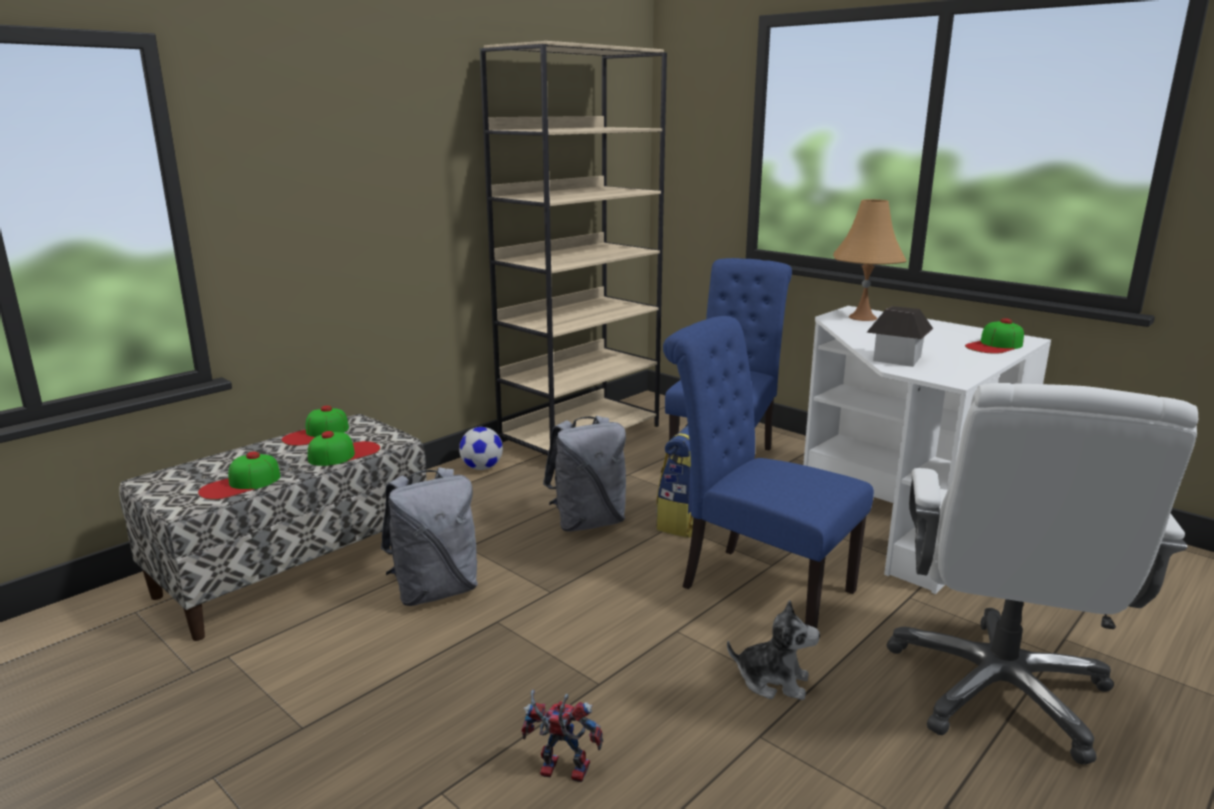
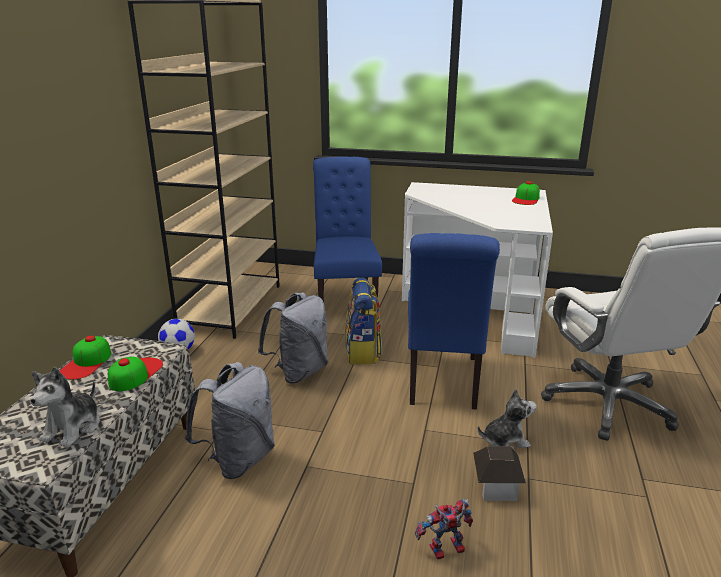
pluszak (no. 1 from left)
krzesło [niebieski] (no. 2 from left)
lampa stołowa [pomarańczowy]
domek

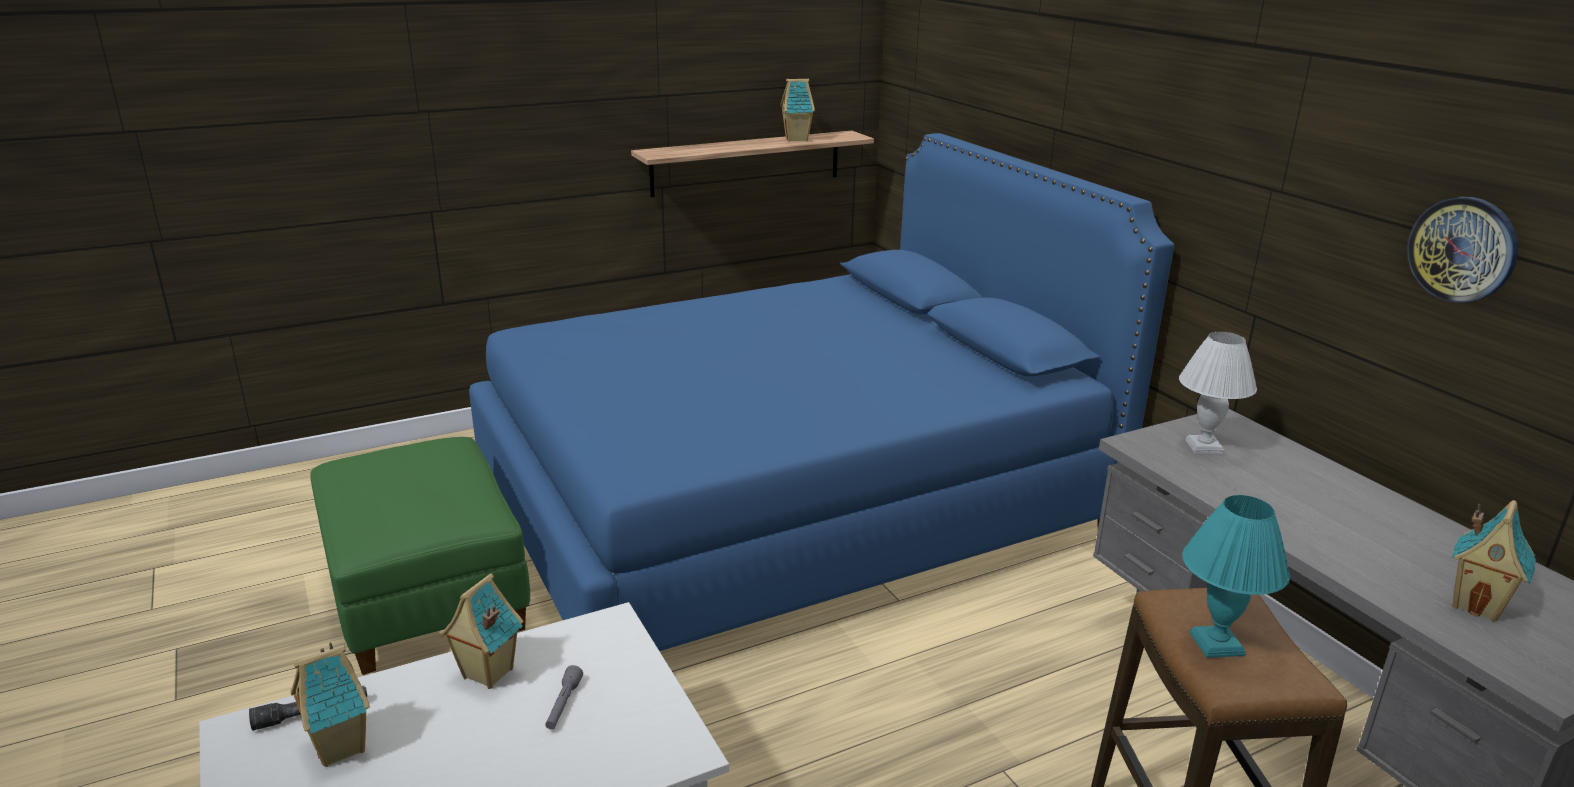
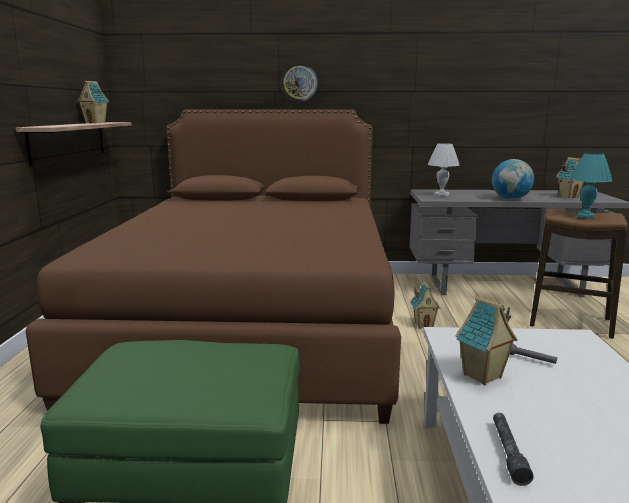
domek (no. 2 from left)
łóżko [brązowy]
zegar ścienny
globus

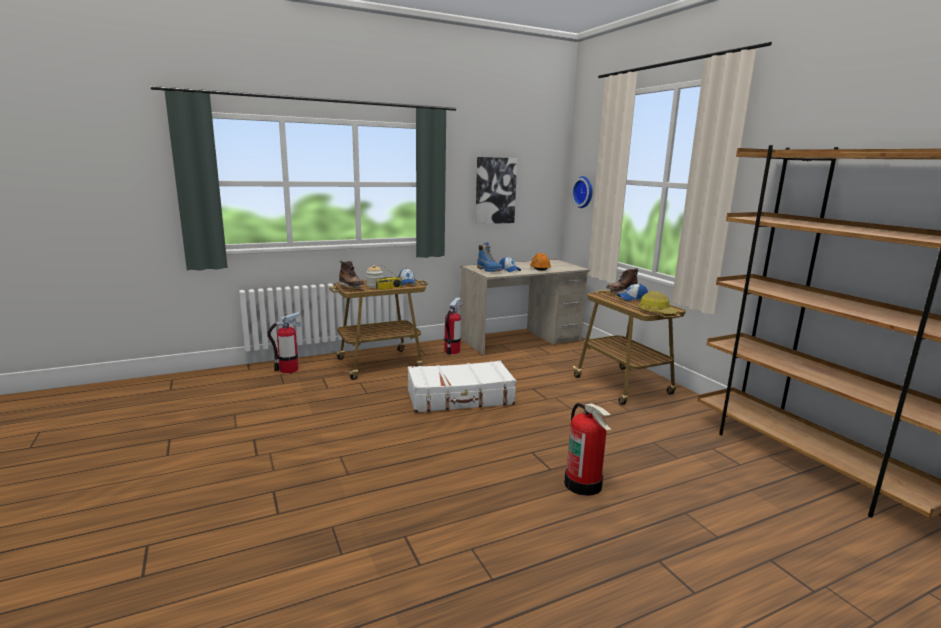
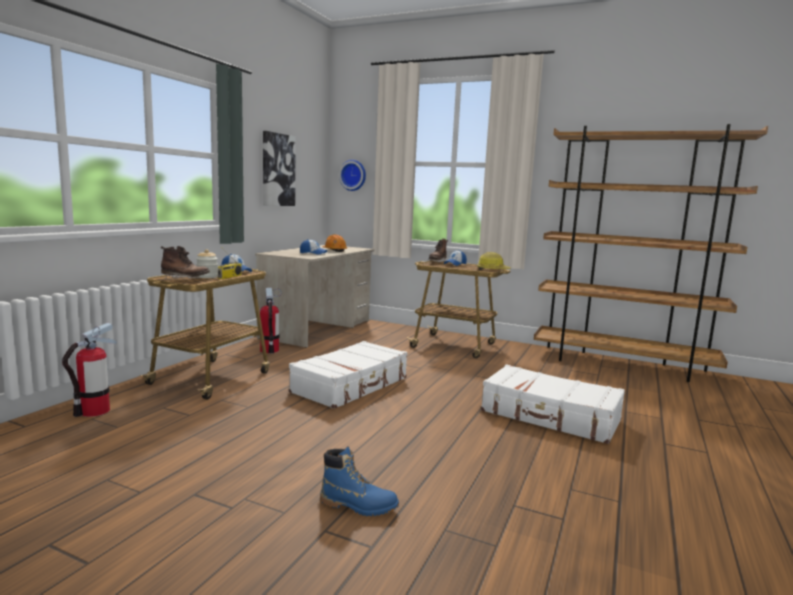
but z cholewką [niebieski]
walizka [biały] (no. 2 from left)

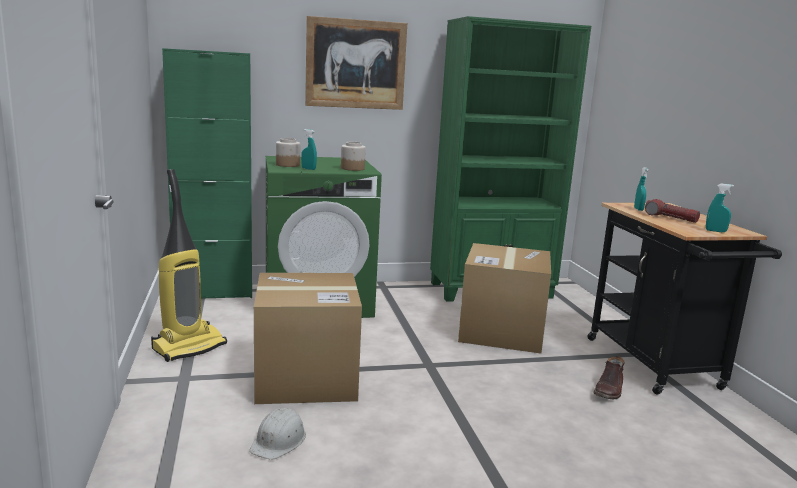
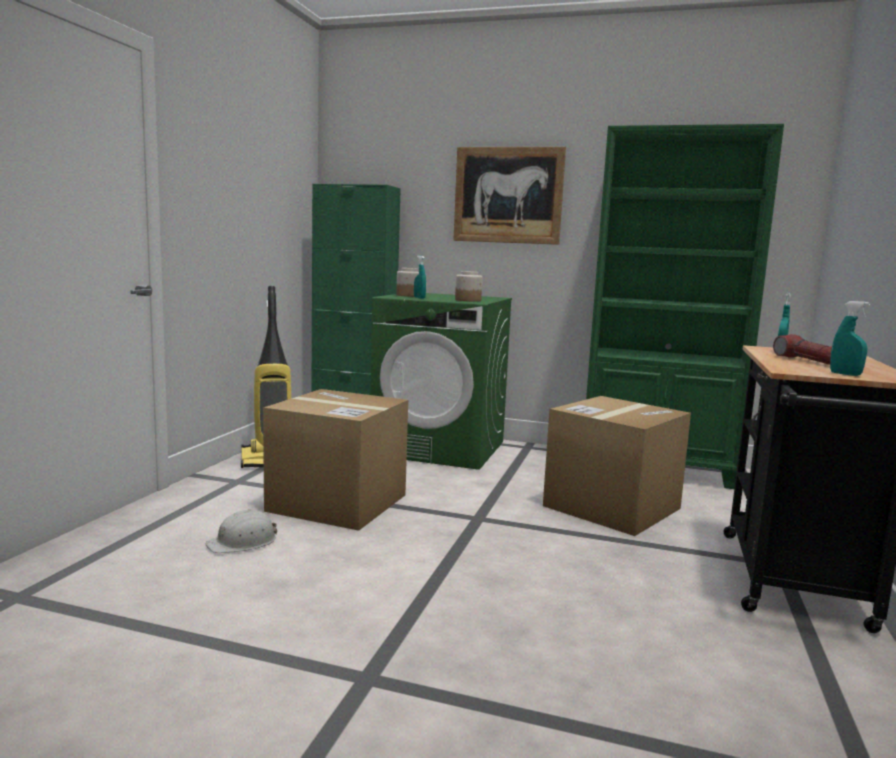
but z cholewką [brązowy]

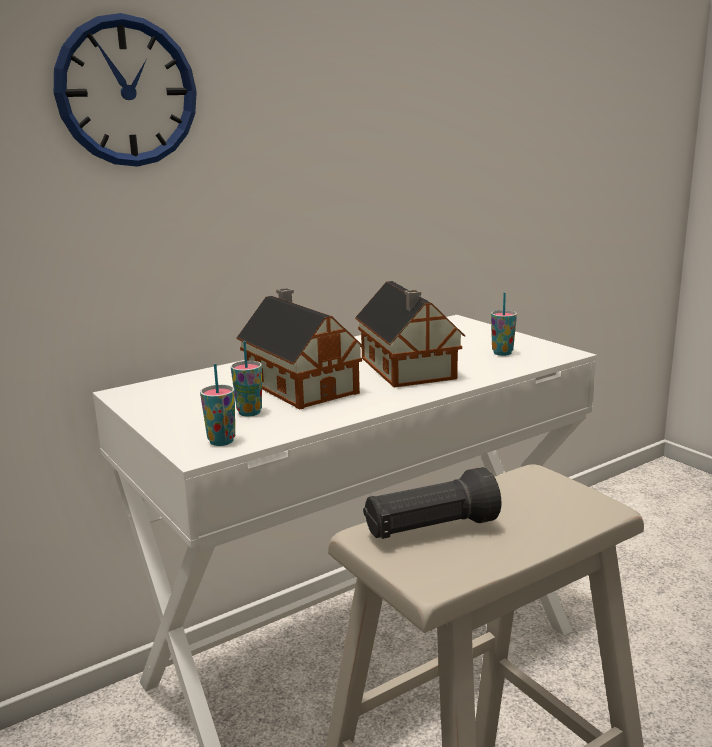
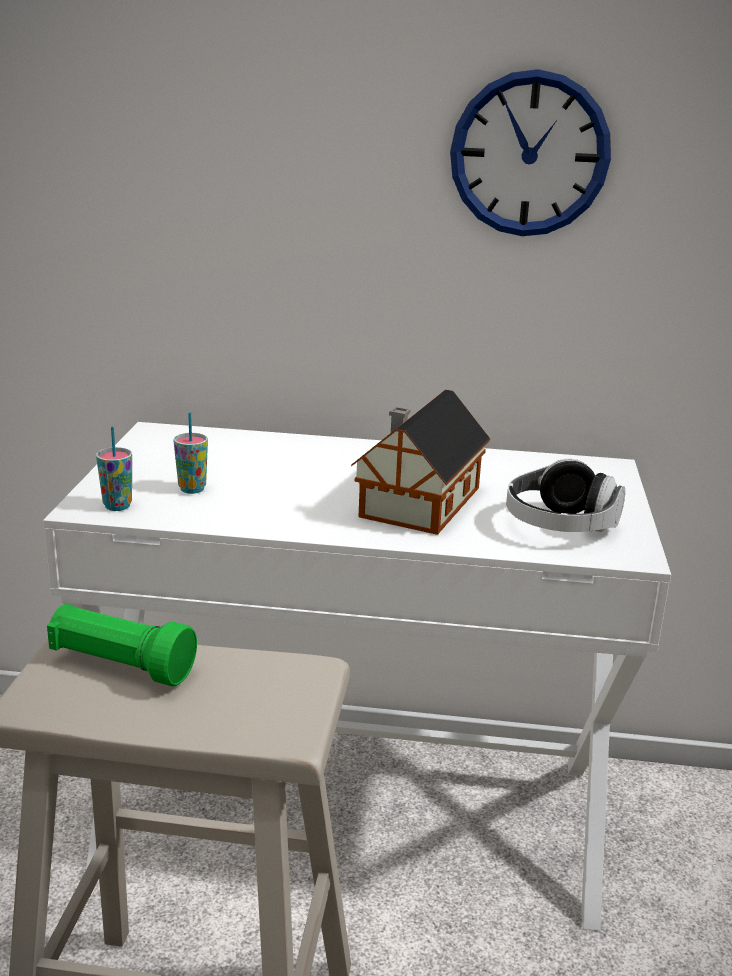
zegar ścienny
domek (no. 1 from left in the first image)
latarka [zielony]
słuchawki

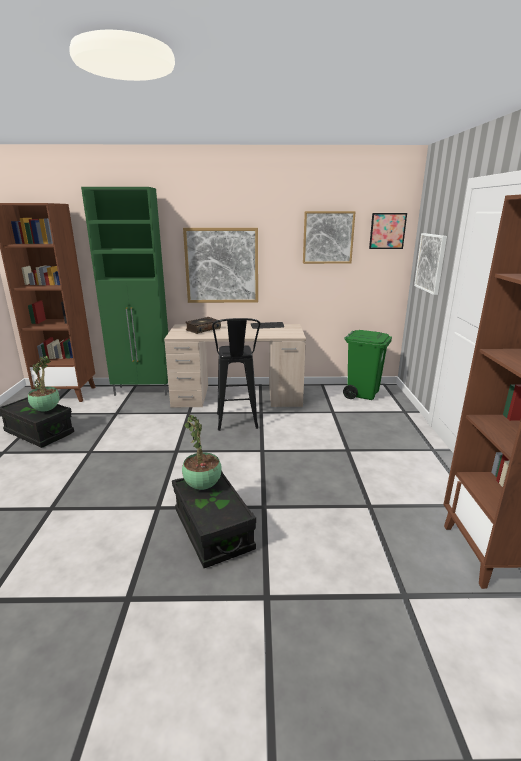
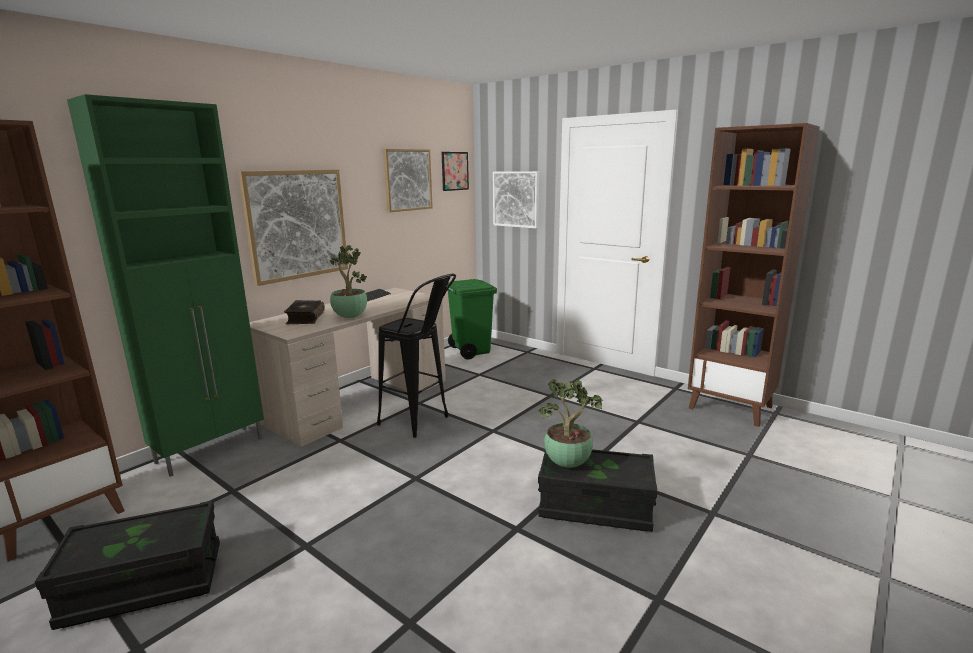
roślina doniczkowa (no. 1 from left)

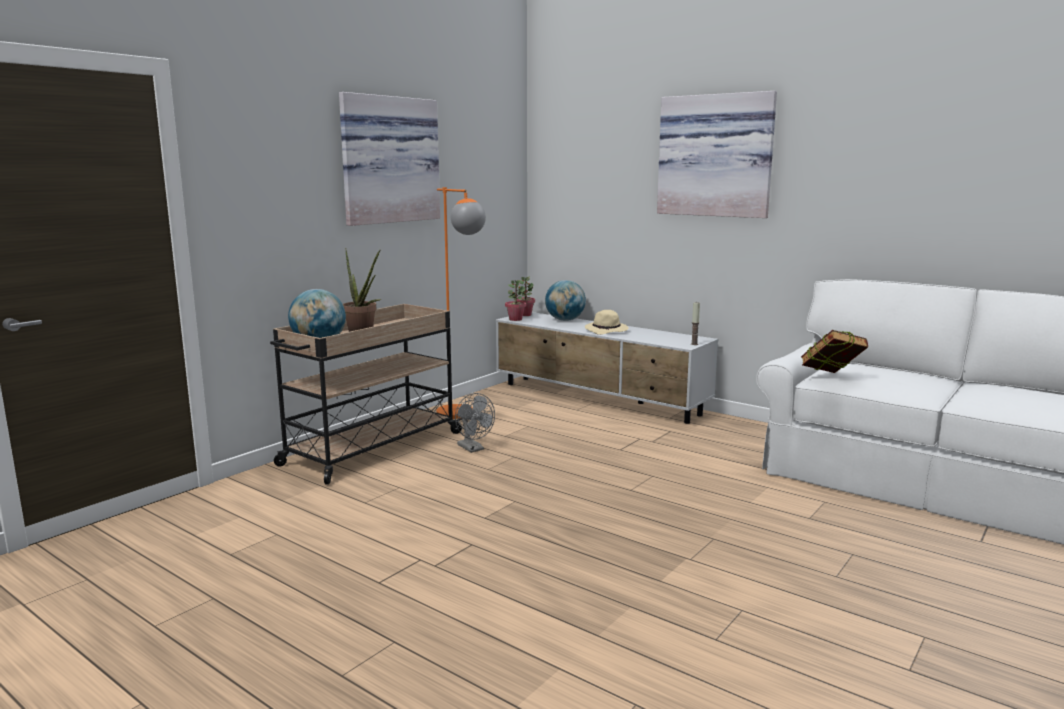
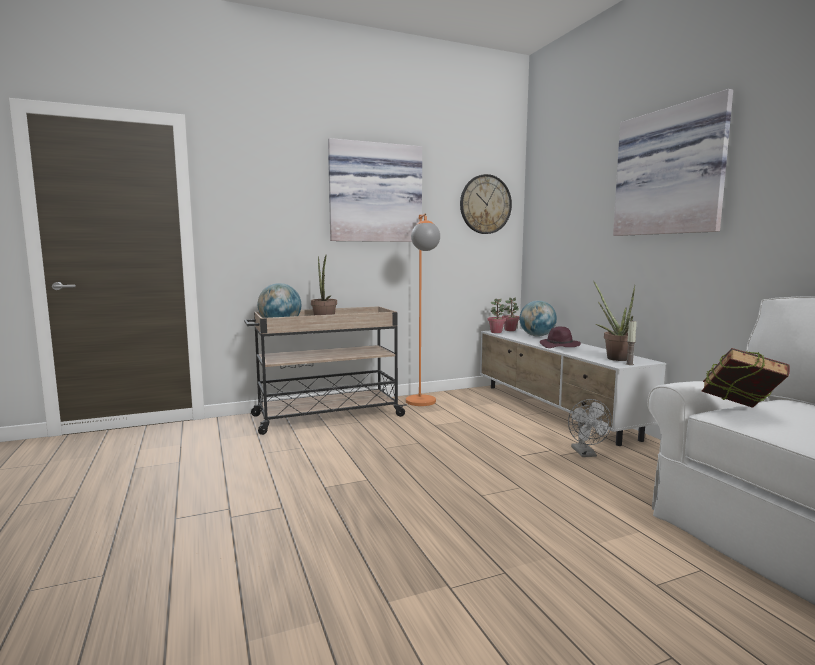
wentylator [szary]
kapelusz [fioletowy]
zegar ścienny
roślina doniczkowa (no. 4 from left)

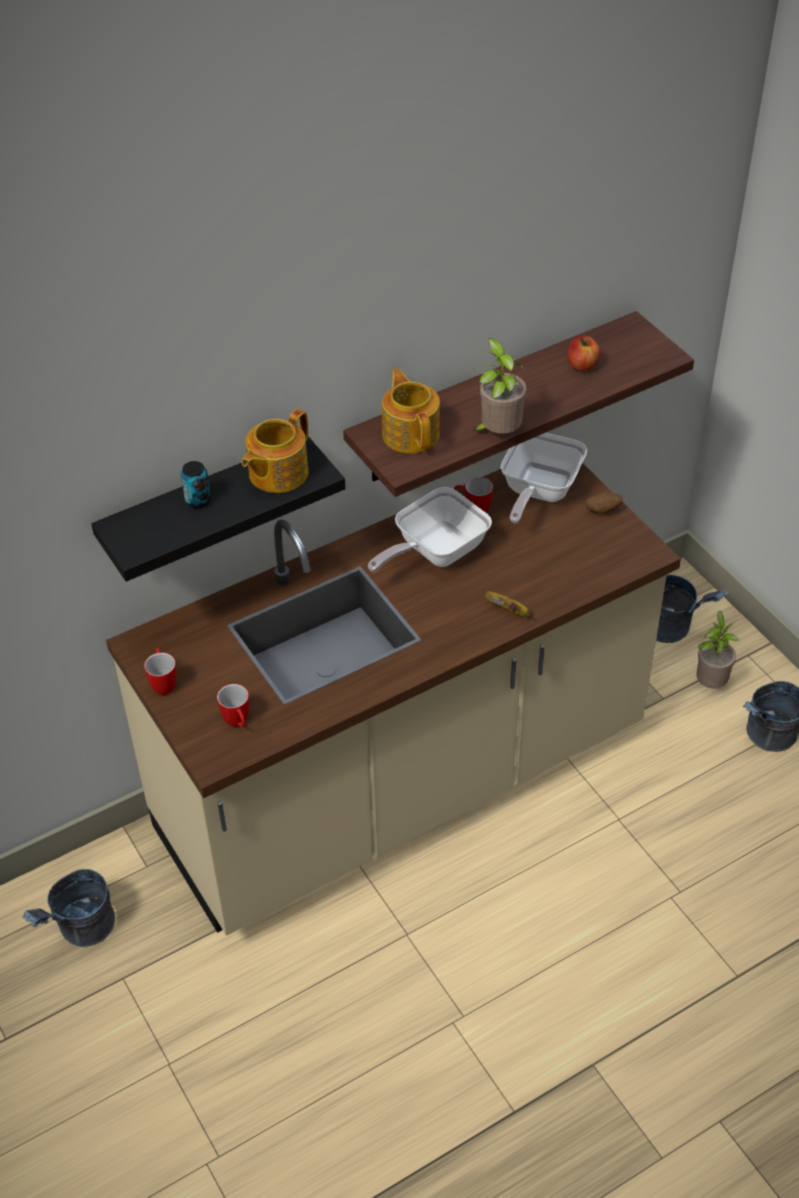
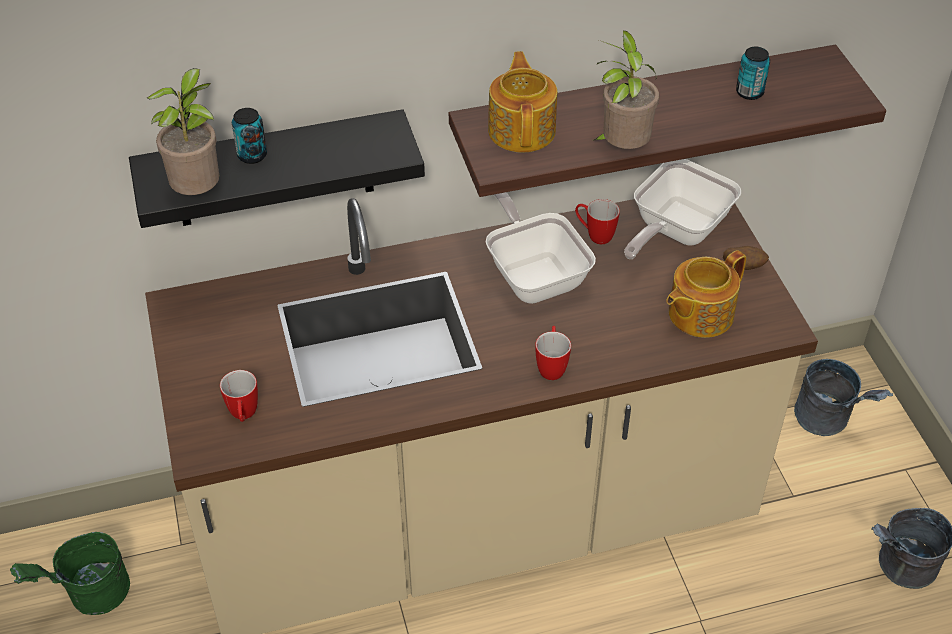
wiadro [zielony]
kubek (no. 2 from left)
imbryk (no. 2 from left)
patelnia (no. 1 from left)
banan
puszka (no. 2 from left)
roślina doniczkowa (no. 1 from left)

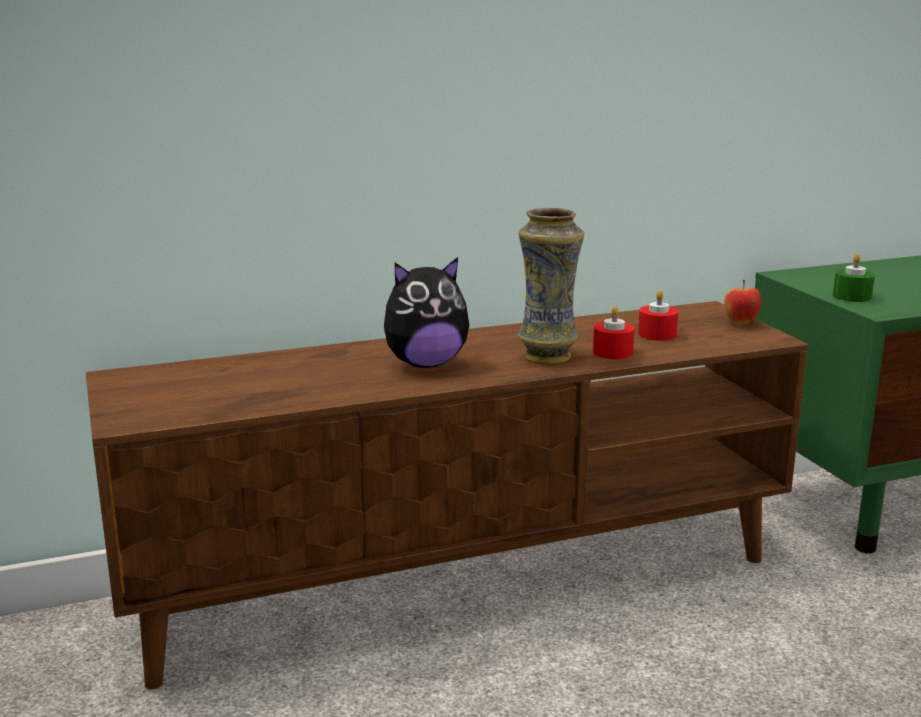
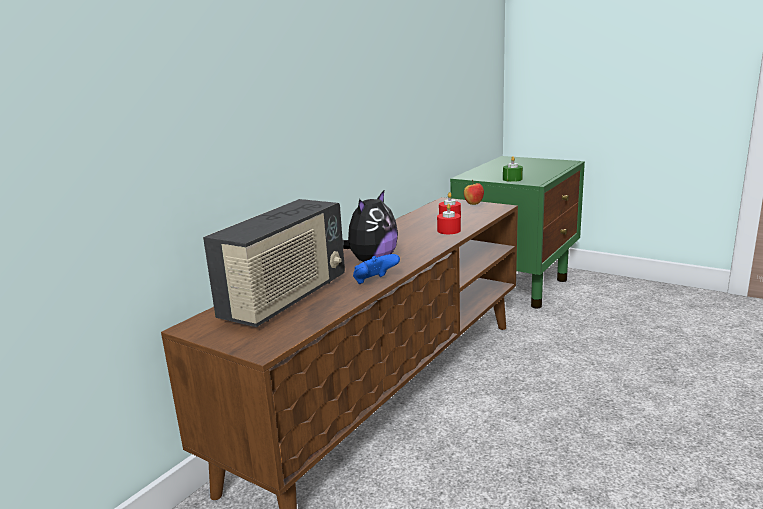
wazon
radio
pad do gier [niebieski]

